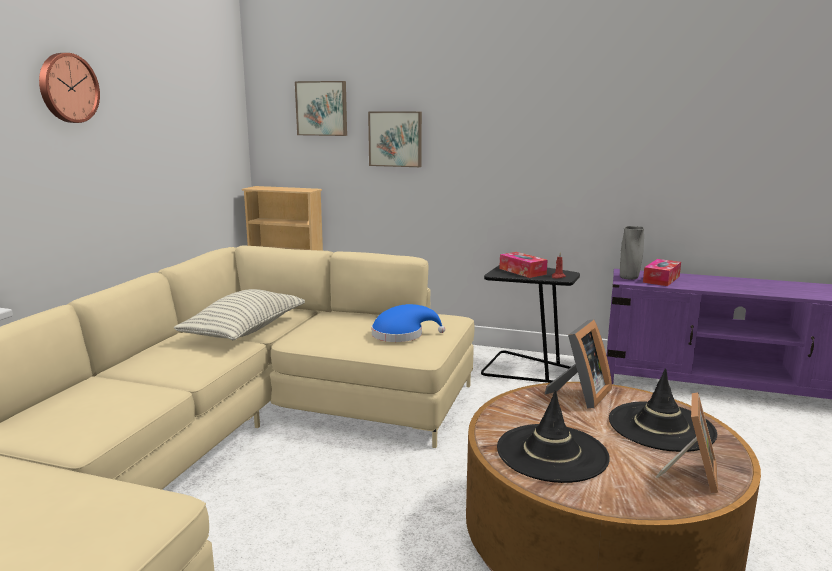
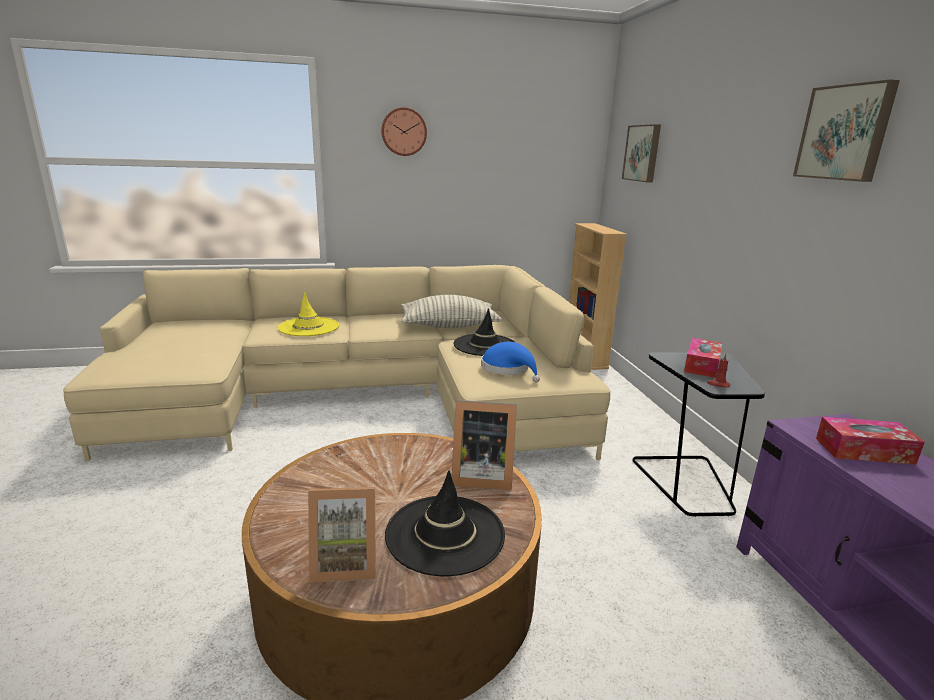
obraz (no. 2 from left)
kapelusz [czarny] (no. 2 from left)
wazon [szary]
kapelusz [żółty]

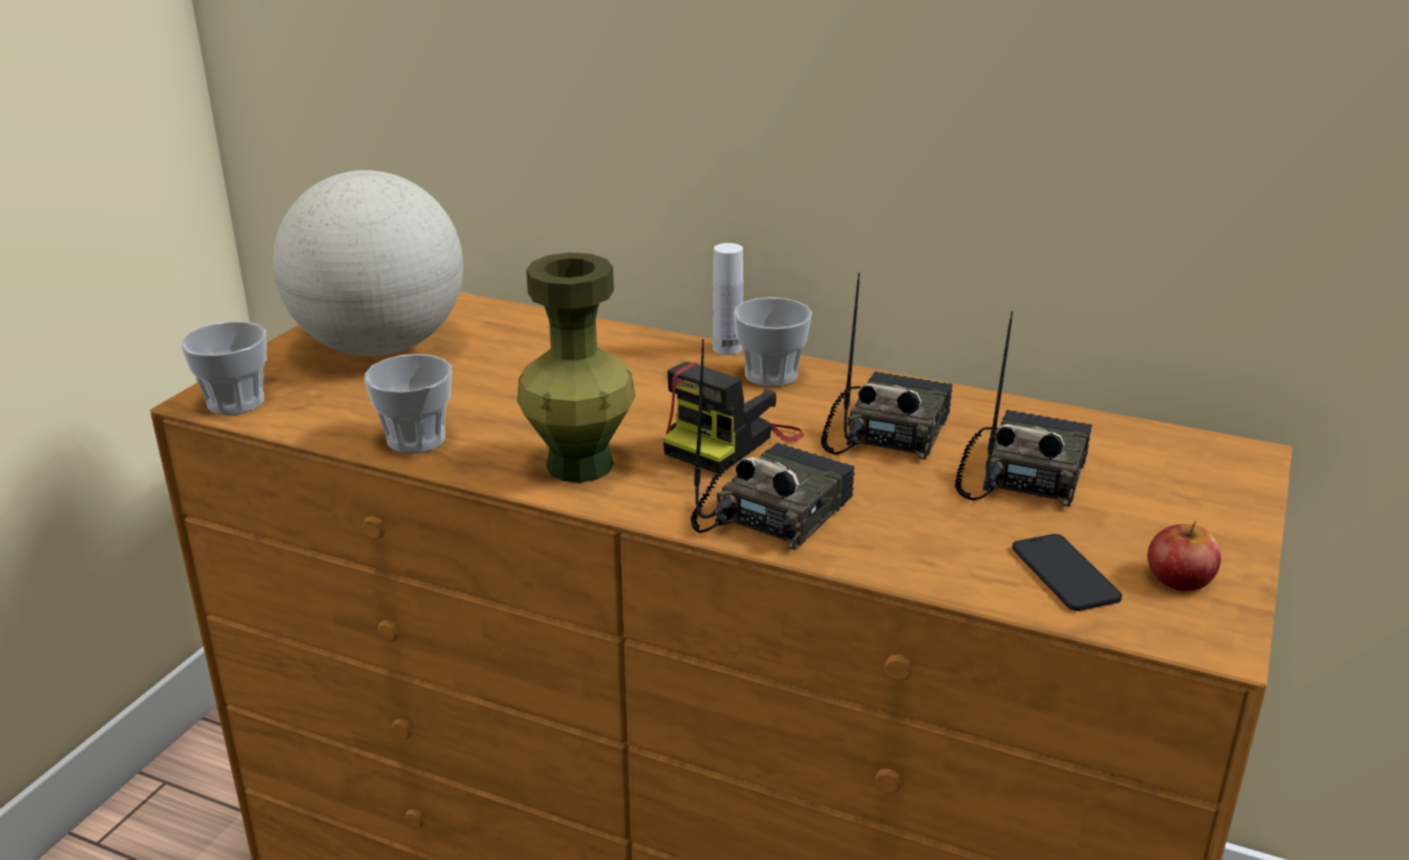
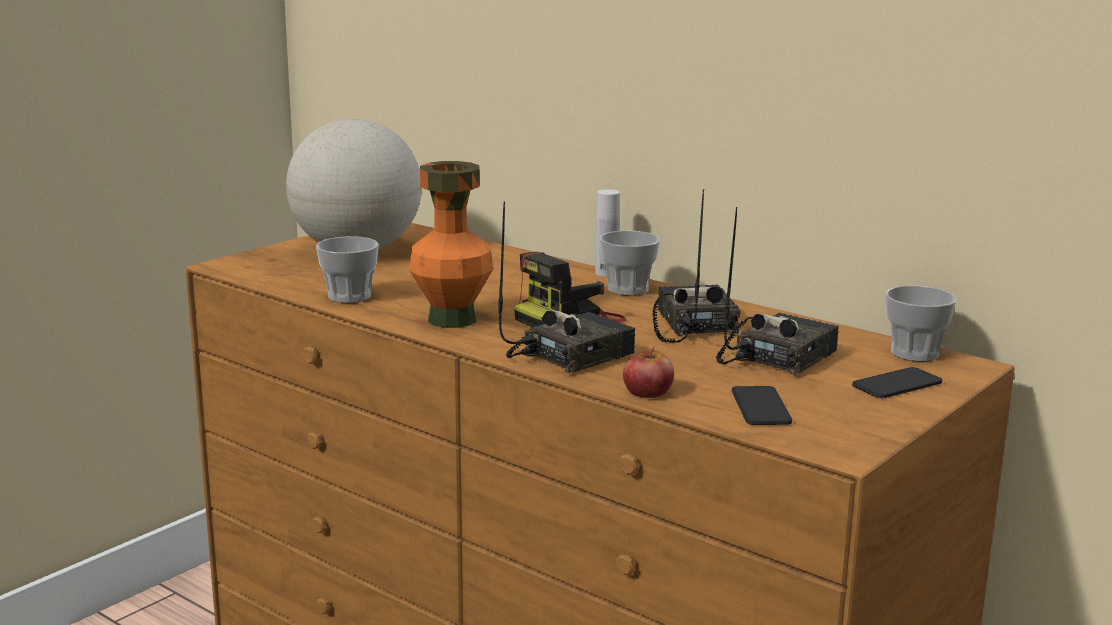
filiżanka (no. 3 from left)
wazon [pomarańczowy]
radio (no. 2 from left)
jabłko
telefon (no. 2 from left)

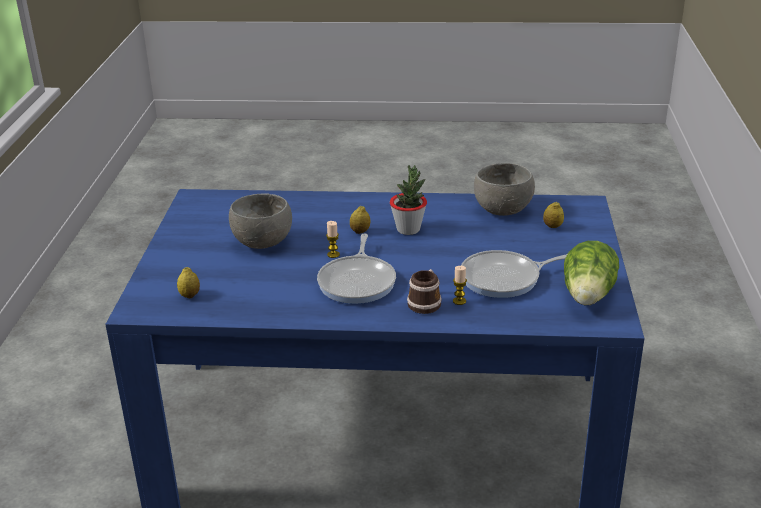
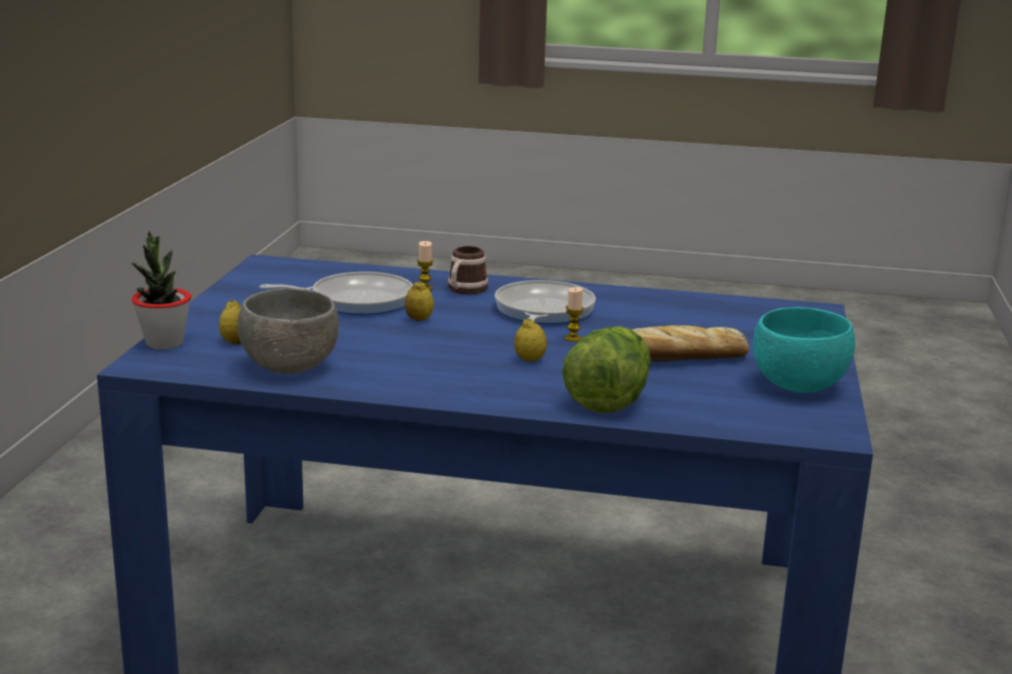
cytryna (no. 2 from left)
chleb
roślina doniczkowa
sałata
miska [turkusowy]

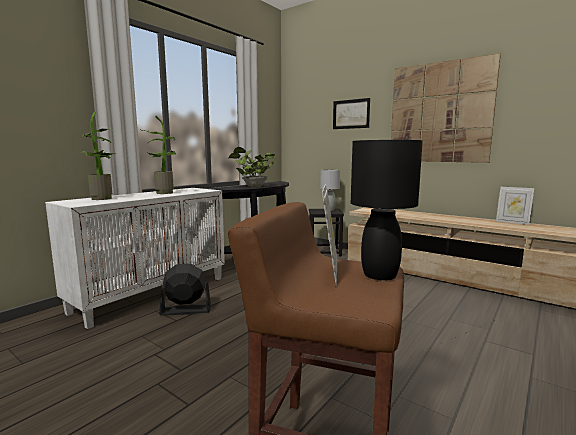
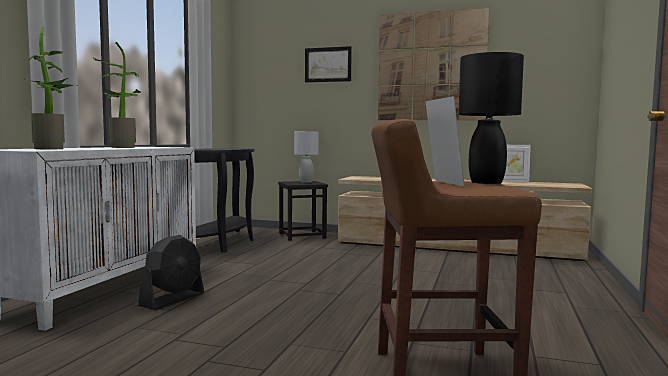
wentylator [czarny]
roślina doniczkowa (no. 3 from left in the first image)

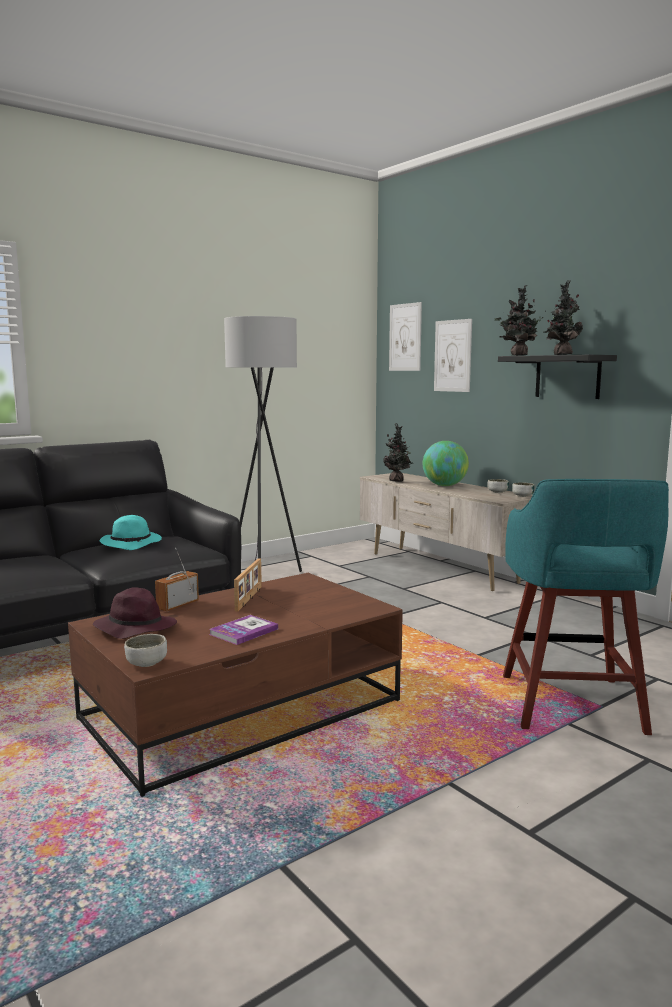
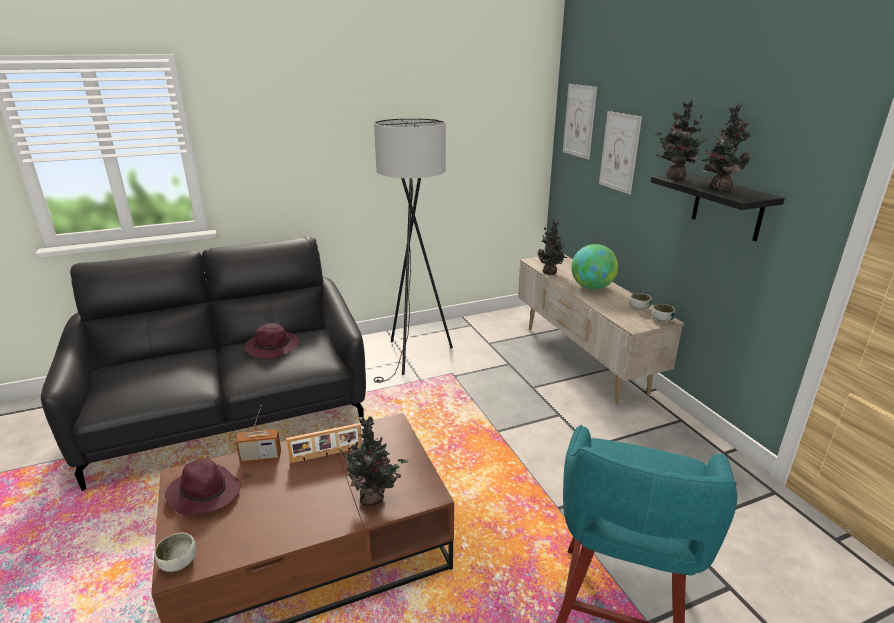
kapelusz [fioletowy] (no. 2 from left)
radio
książka
ramka na zdjęcie
roślina doniczkowa (no. 1 from left)

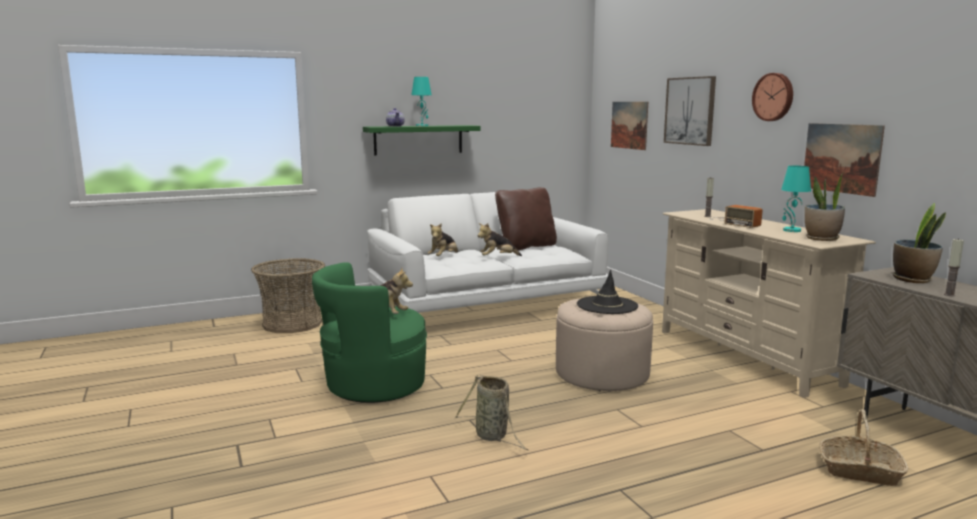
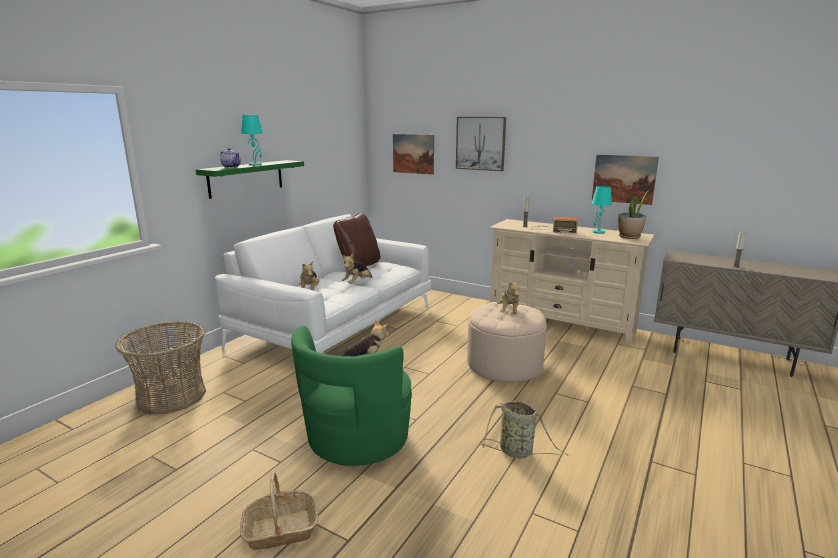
pluszak (no. 4 from left)
zegar ścienny
koszyk (no. 2 from left)
roślina doniczkowa (no. 2 from left in the first image)

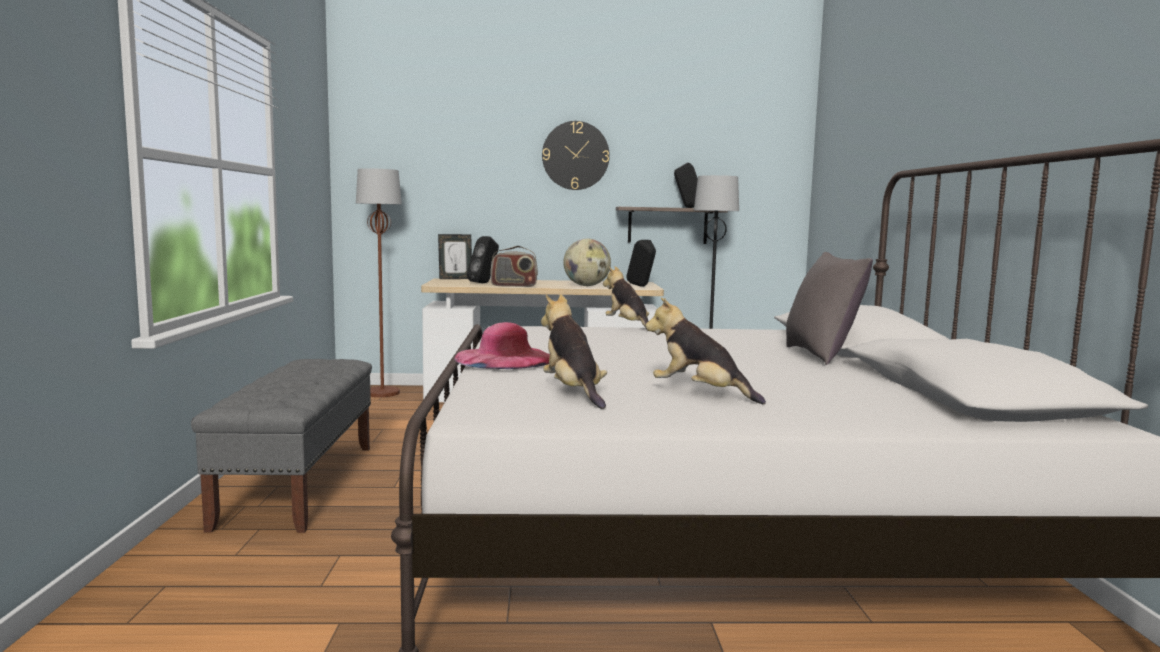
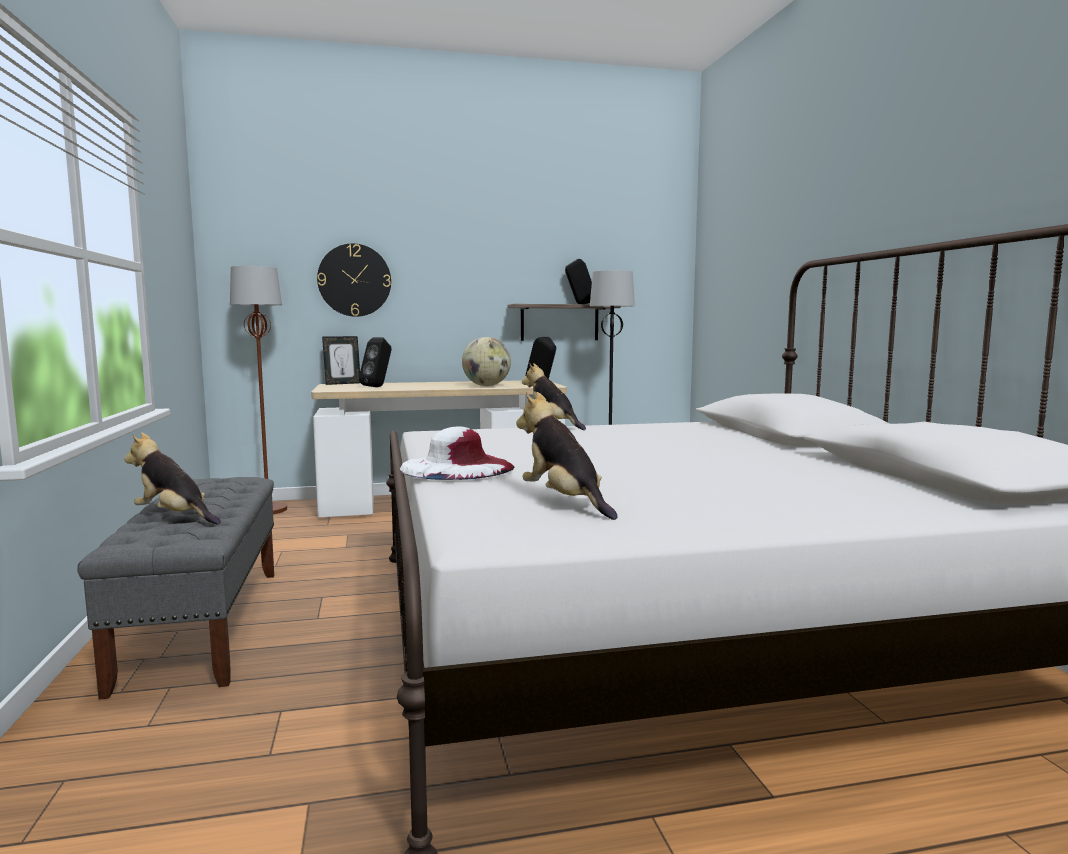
kapelusz [biały]
radio
zegar ścienny
pluszak (no. 1 from left)
poduszka [szary]

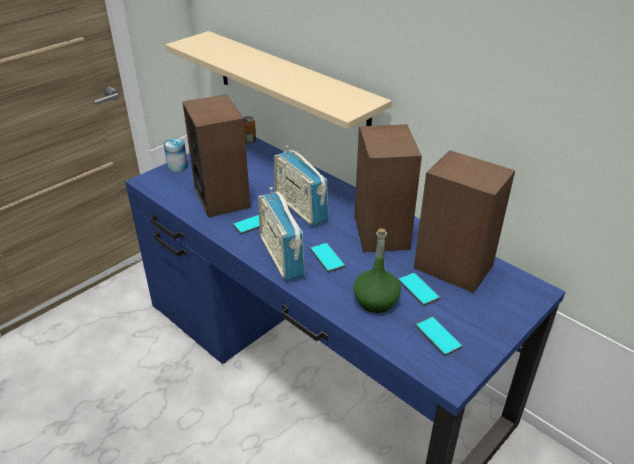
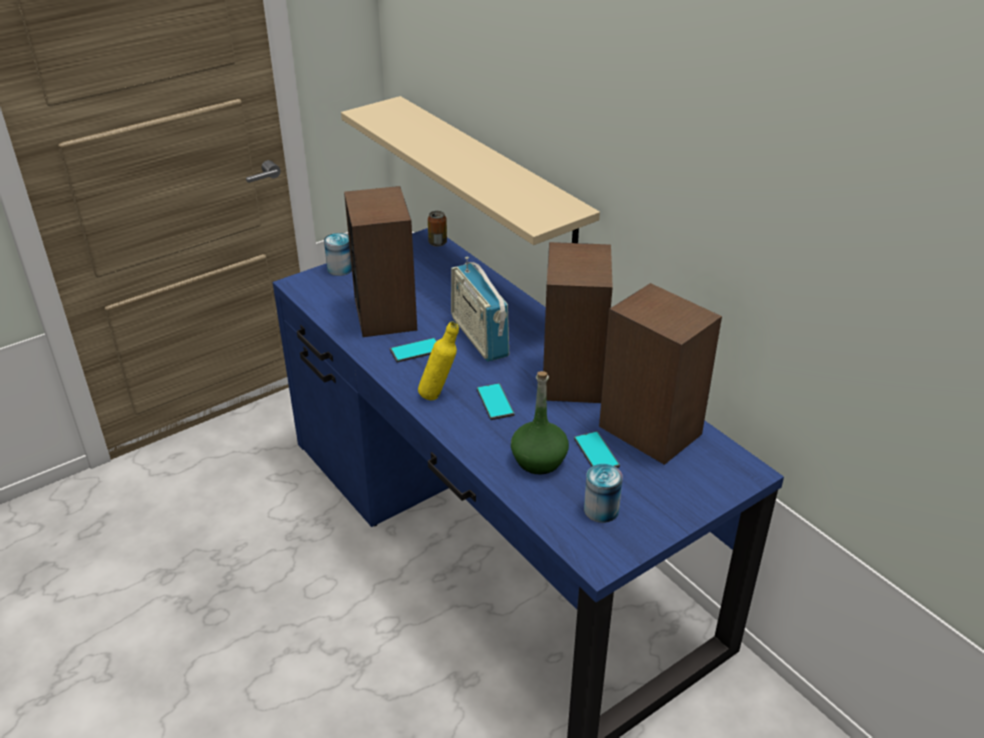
butelka [żółty]
puszka (no. 3 from left)

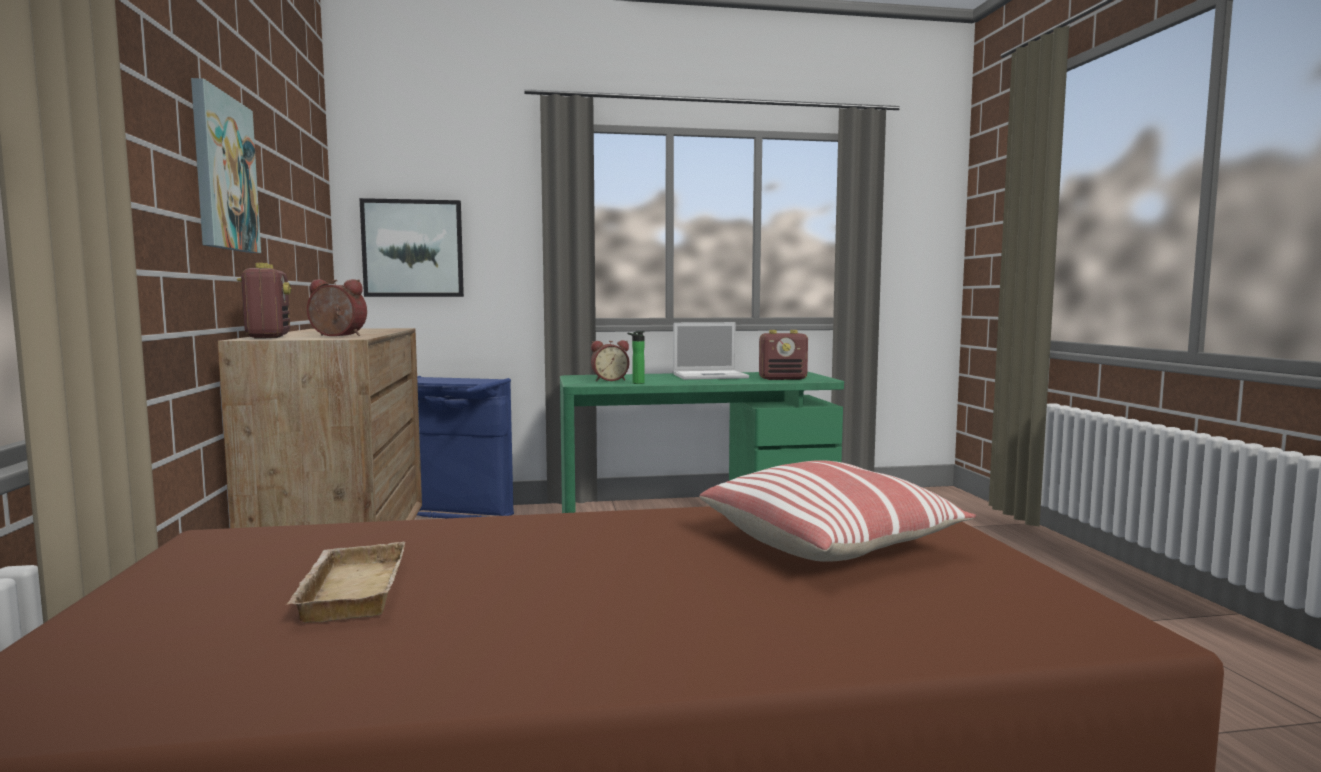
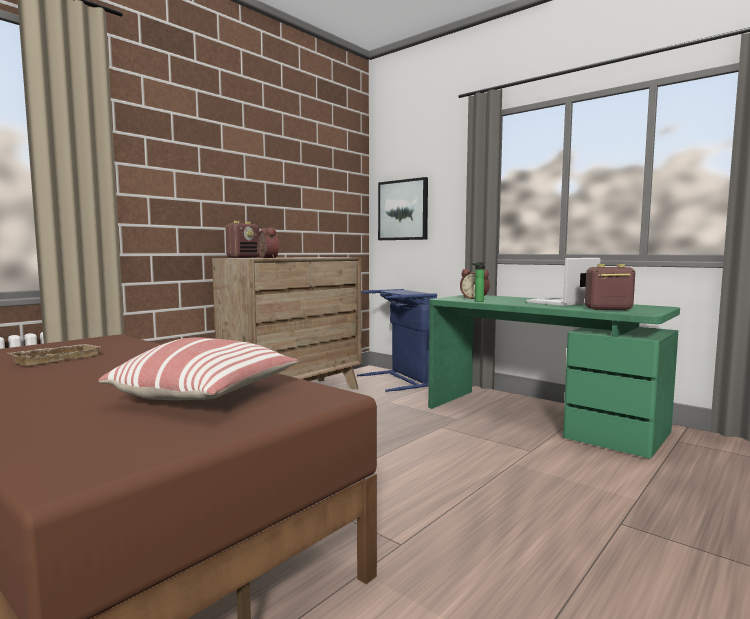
obraz (no. 1 from left in the first image)
laptop
radio (no. 2 from left)

